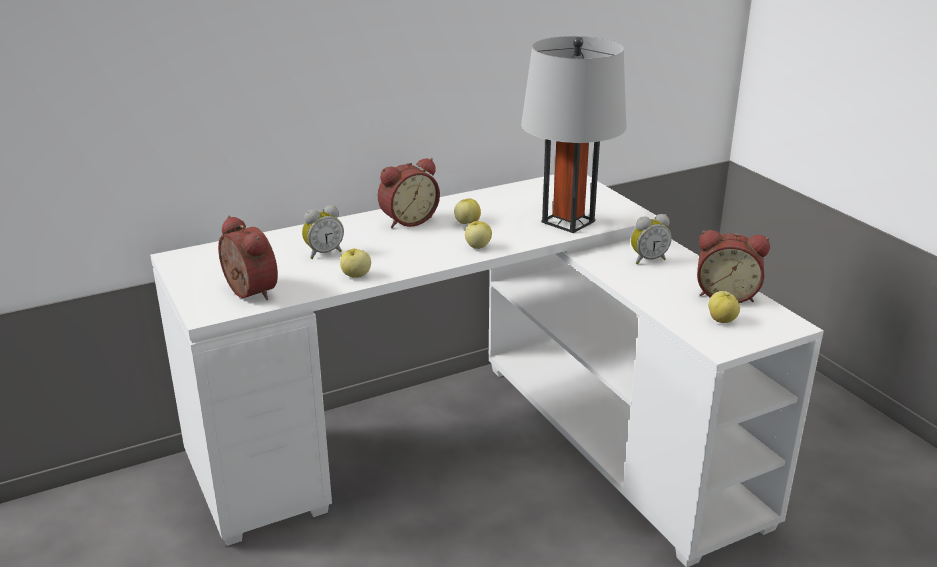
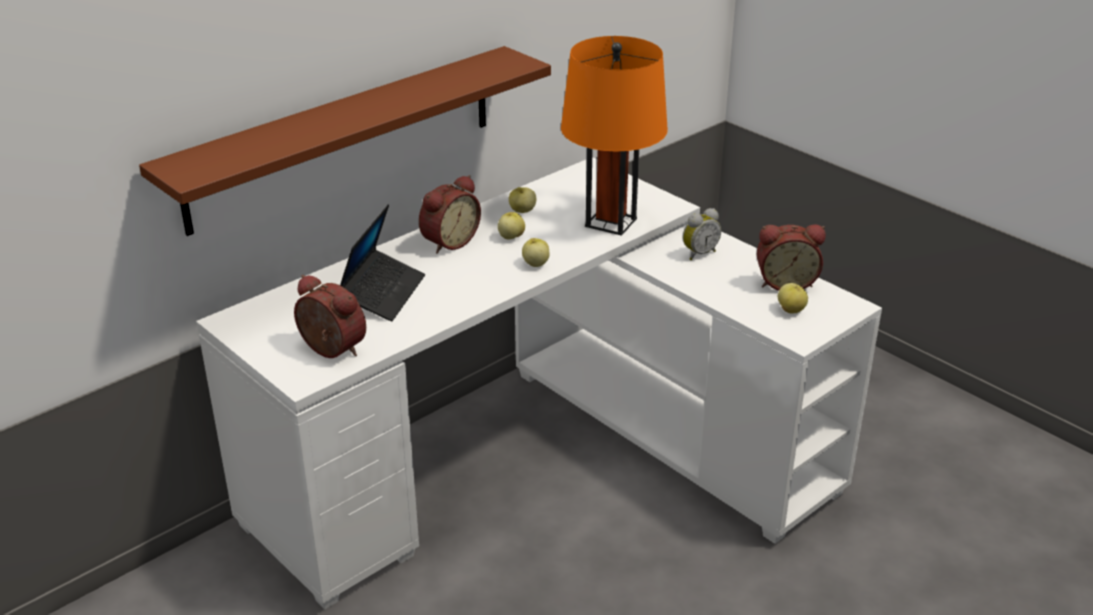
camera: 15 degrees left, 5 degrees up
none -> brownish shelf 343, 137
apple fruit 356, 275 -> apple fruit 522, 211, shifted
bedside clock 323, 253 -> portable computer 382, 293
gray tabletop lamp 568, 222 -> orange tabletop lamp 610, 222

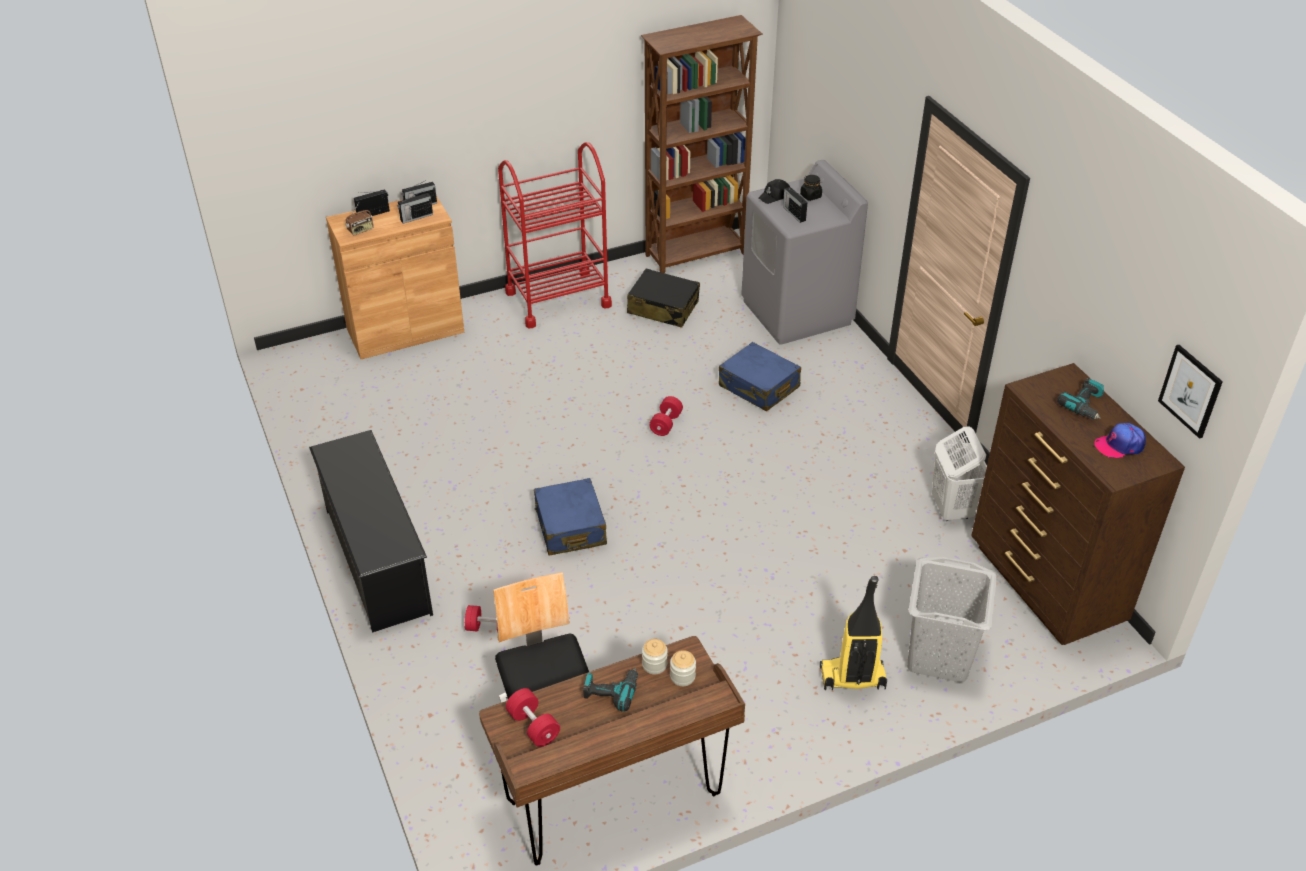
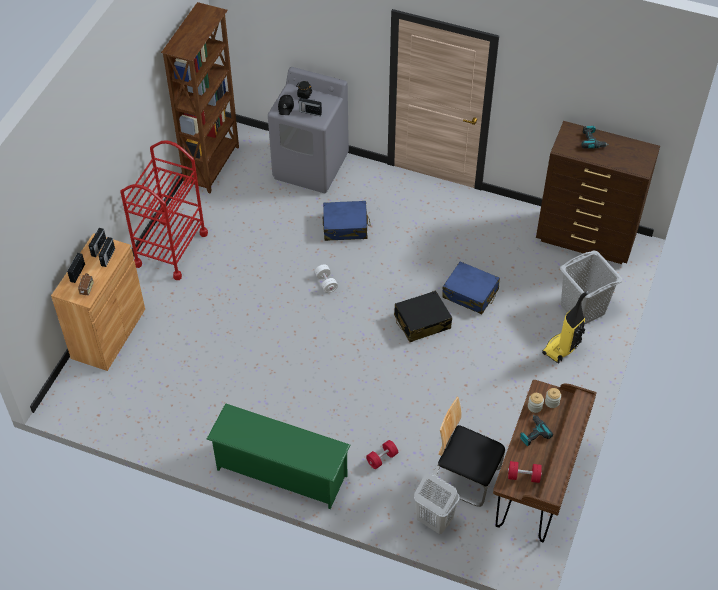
camera: 45 degrees left, 10 degrees up
baseball cap 1119, 445 -> none
wall picture 1190, 391 -> none
blue-coloured piece of luggage 570, 527 -> blue-coloured piece of luggage 470, 293, shifted
black-coloured piece of luggage 663, 308 -> black-coloured piece of luggage 422, 322, shifted
white-coloured hamper 951, 509 -> white-coloured hamper 433, 520, shifted
black-coloured shoe stand 377, 560 -> green shoe stand 281, 472
red free weight 666, 424 -> white-coloured free weight 326, 283

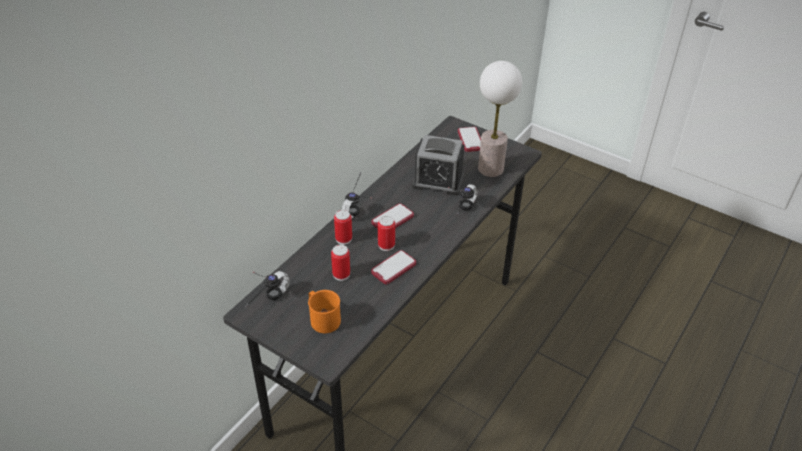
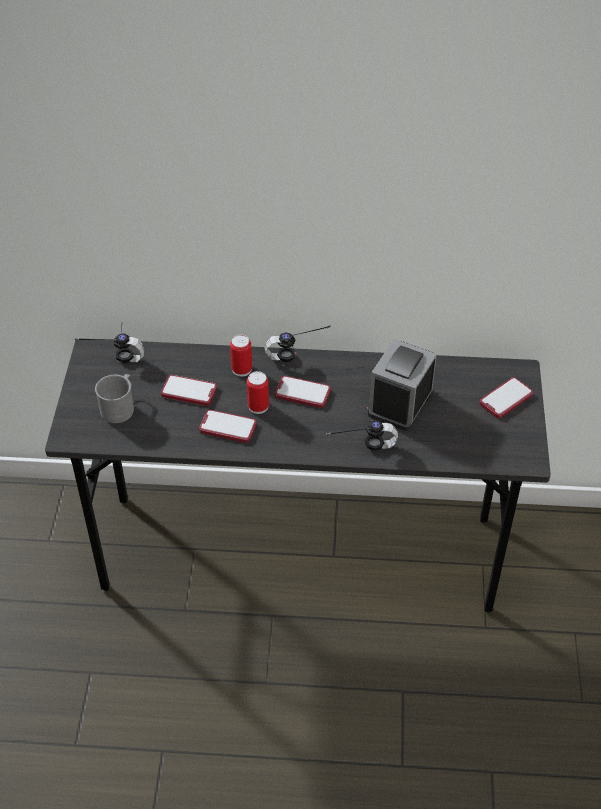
camera: 60 degrees right, 5 degrees up
tabletop lamp 491, 169 -> none
sealed can 341, 274 -> telephone 189, 392
orange mug 322, 318 -> gray mug 120, 406
bedside clock 438, 181 -> bedside clock 400, 402, 45 degrees clockwise

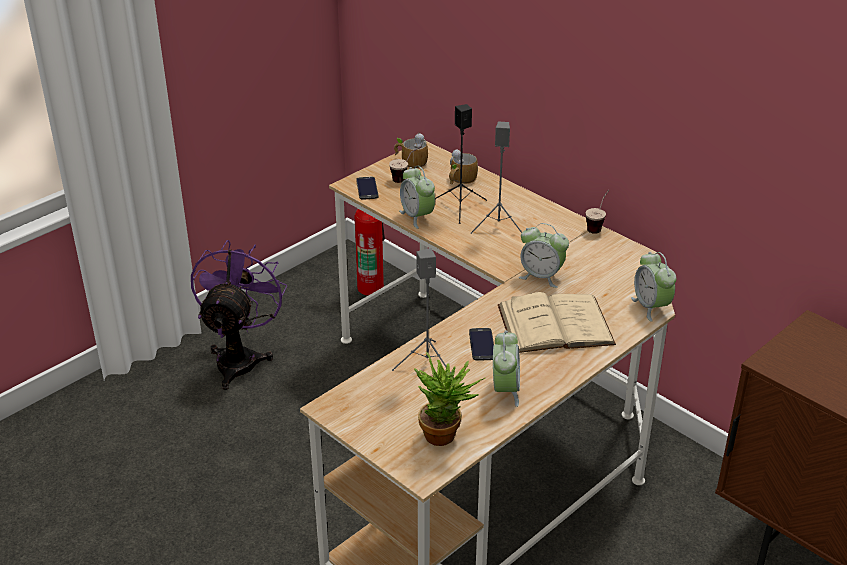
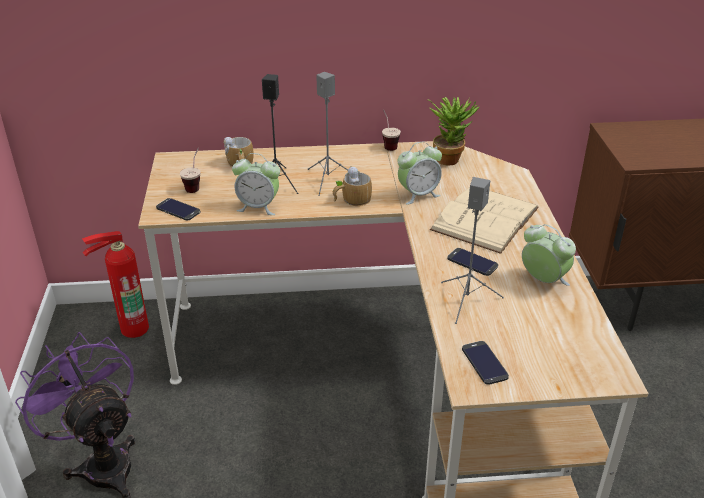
camera: 50 degrees left, 0 degrees up
bedside clock 651, 307 -> none
none -> telephone 484, 363
mug 410, 161 -> mug 351, 200, shifted
houseplant 446, 436 -> houseplant 450, 158, shifted

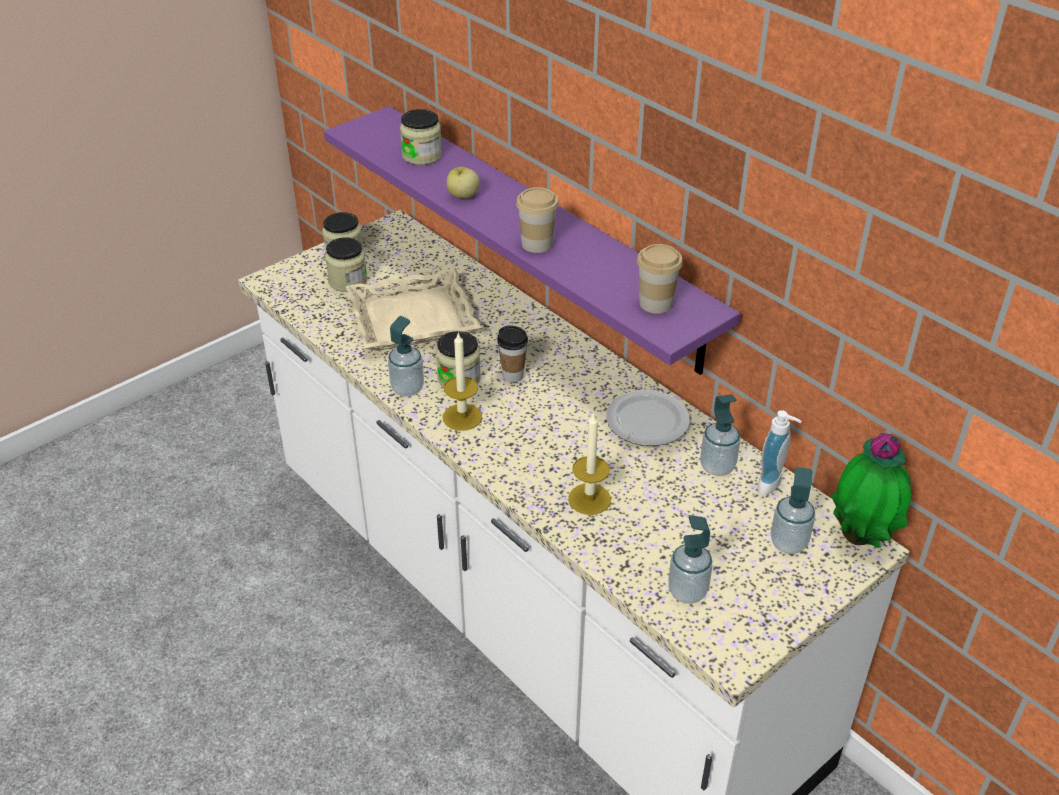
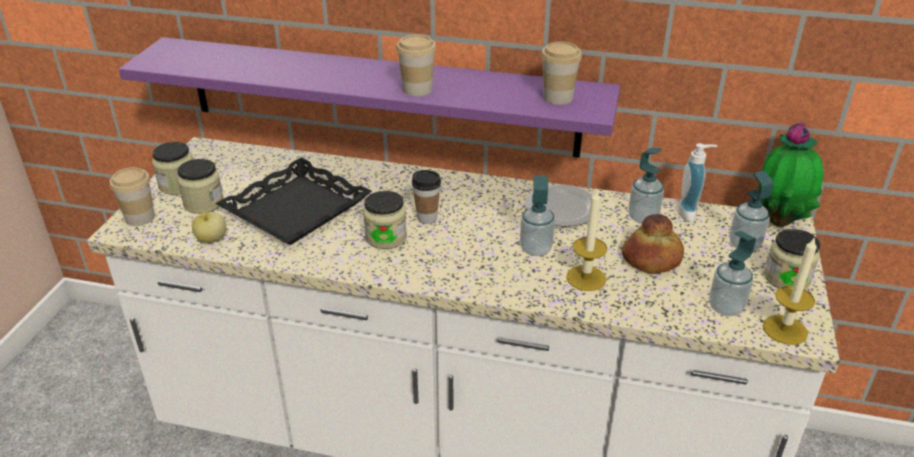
camera: 35 degrees left, 5 degrees down
none -> cup 140, 218
none -> bread 652, 259
soap dispenser 407, 388 -> soap dispenser 535, 249, shifted
storage jar 422, 156 -> storage jar 786, 278, shifted
wax light 462, 417 -> wax light 785, 329, shifted
apple fruit 463, 196 -> apple fruit 211, 239, shifted
beige-coloured tray 413, 319 -> black-coloured tray 296, 210

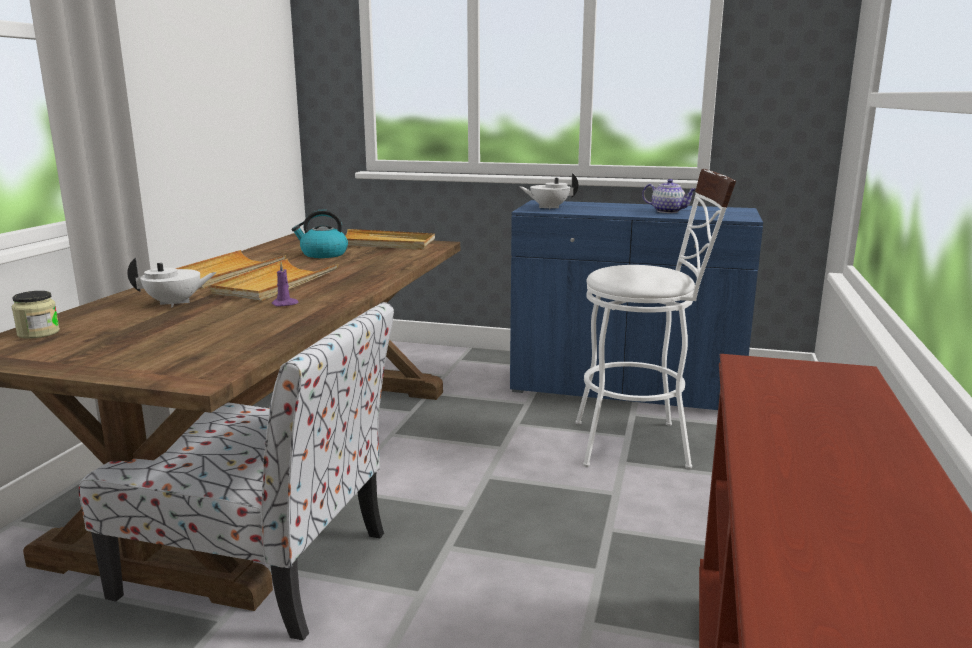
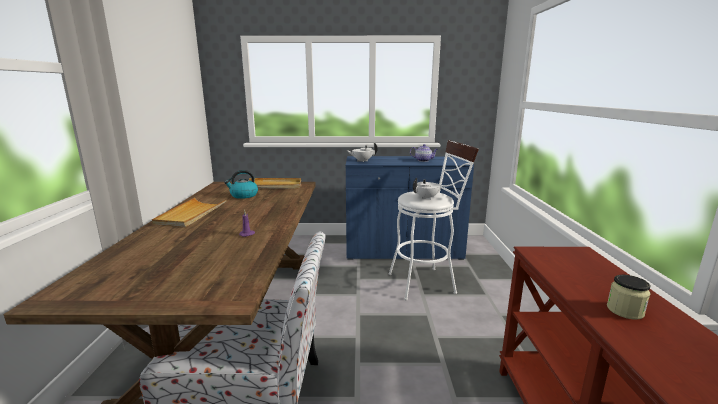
camera: 15 degrees left, 0 degrees up
beige-coloured tray 276, 284 -> none
storage jar 38, 333 -> storage jar 625, 310, shifted
white-coloured tea pot 175, 303 -> white-coloured tea pot 427, 198, shifted

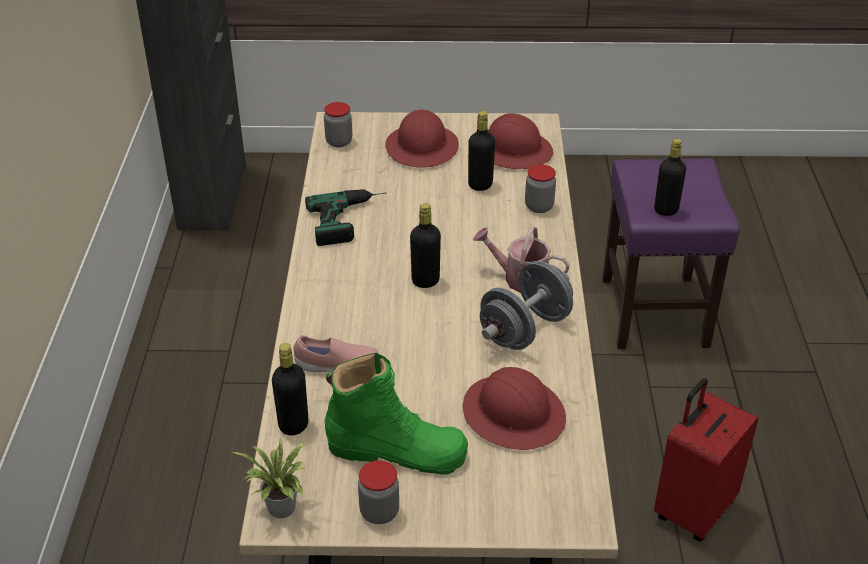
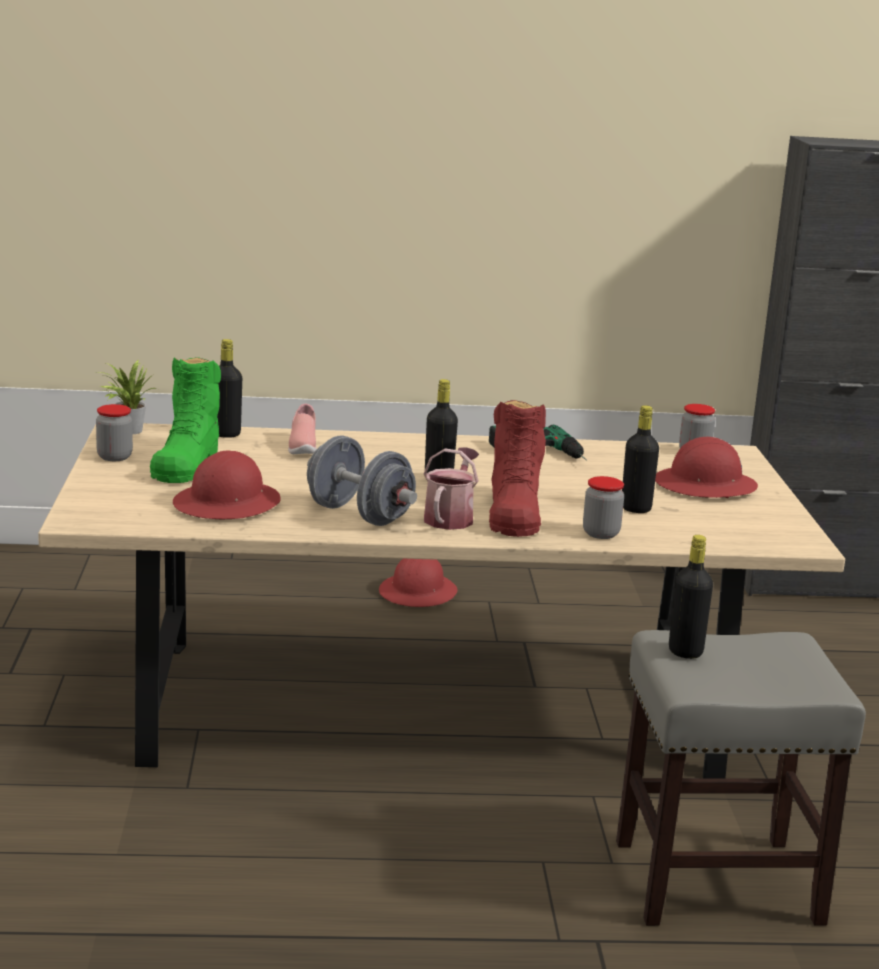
camera: 85 degrees right, 20 degrees down
red piece of luggage 692, 510 -> none
none -> red high-top boot 513, 513
red hard hat 513, 150 -> red hard hat 418, 593, shifted
purple-coloured stool 655, 313 -> gray stool 714, 882

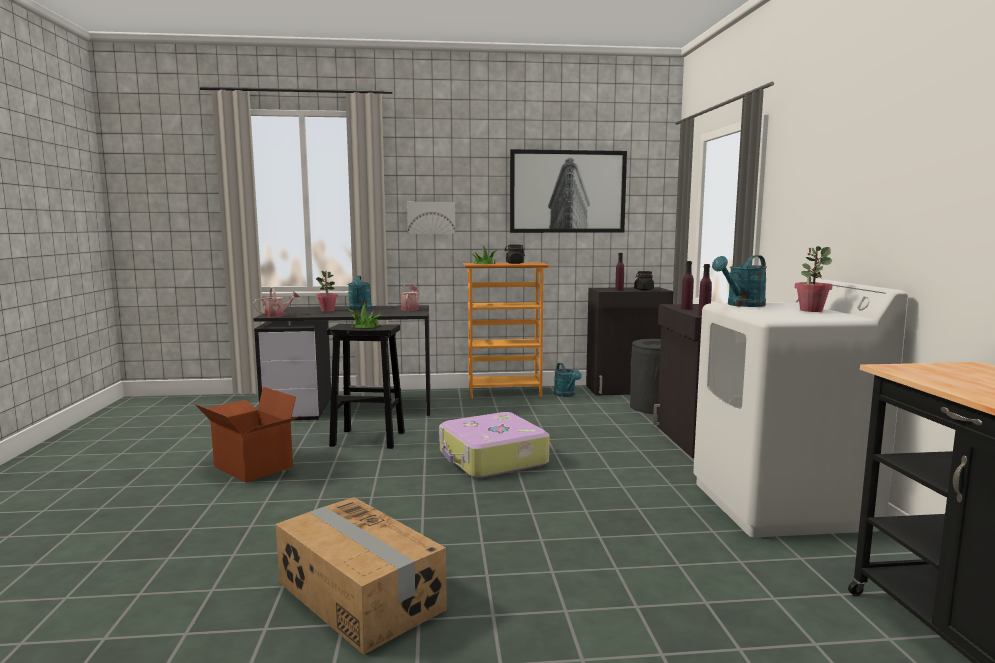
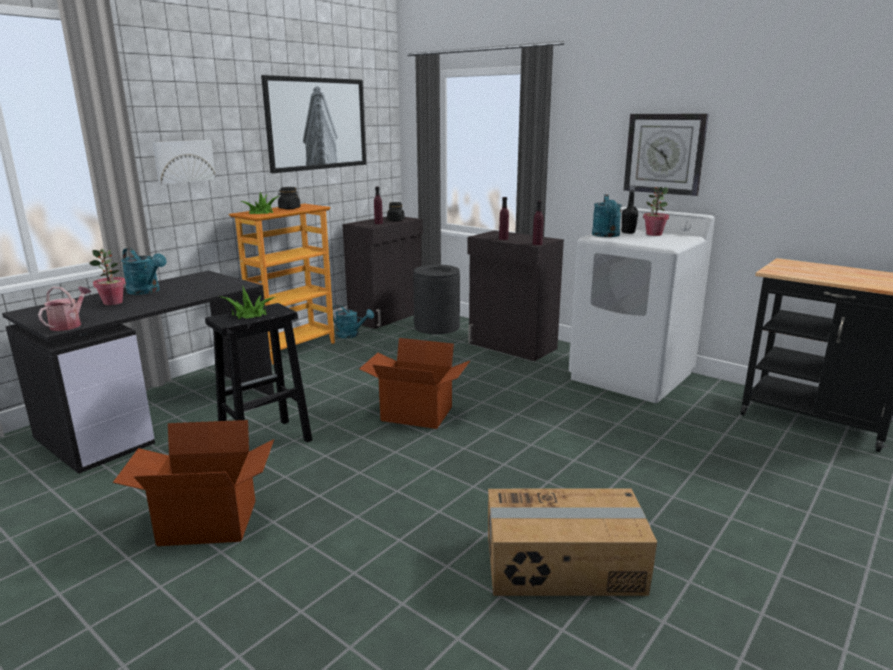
camera: 45 degrees left, 10 degrees up
watering can 410, 309 -> none
none -> black-coloured drink bottle 628, 232
none -> hanging clock 664, 154
piece of luggage 492, 459 -> carton 416, 414

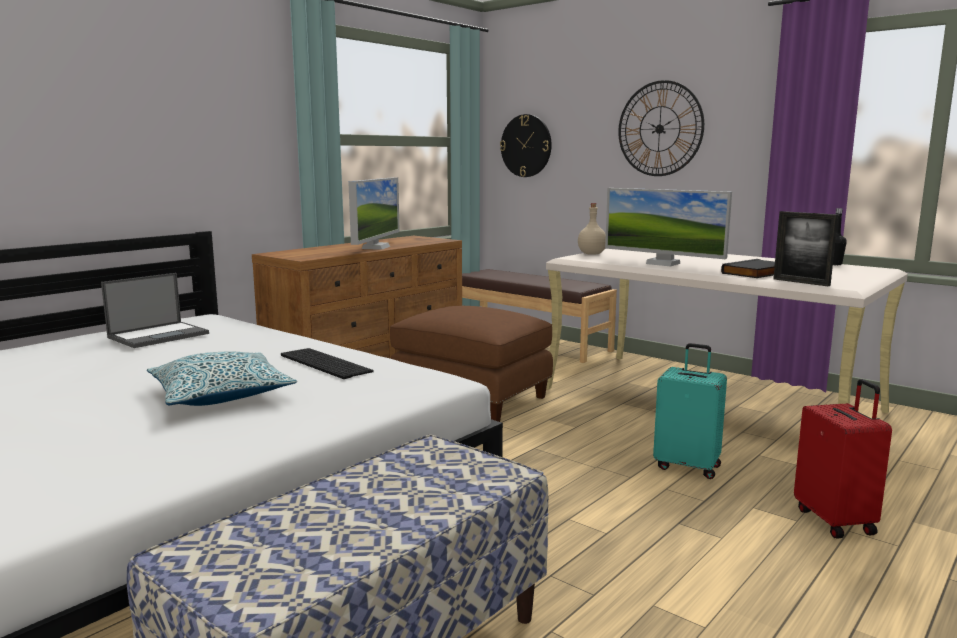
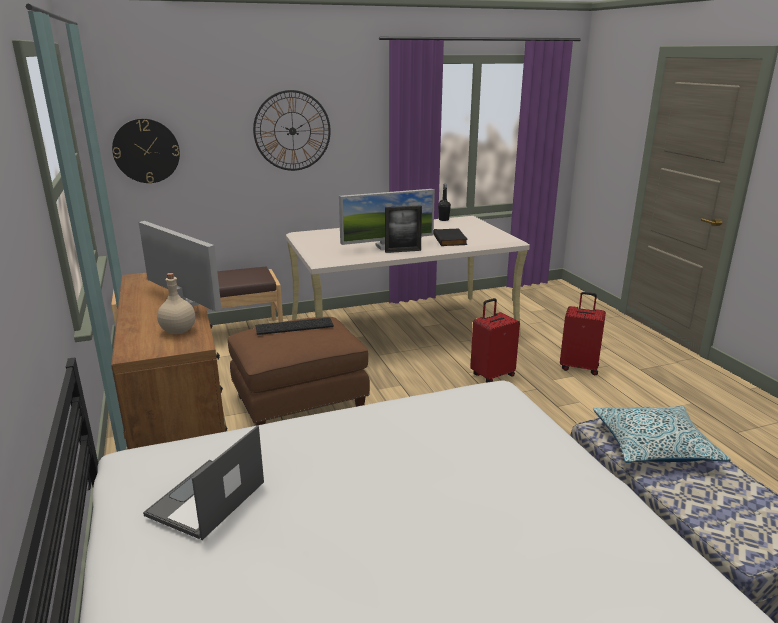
camera: 60 degrees left, 10 degrees up
pillow 221, 395 -> pillow 654, 446, shifted
computer keyboard 322, 363 -> computer keyboard 293, 327, shifted
beige-coloured drink bottle 591, 254 -> beige-coloured drink bottle 178, 331, shifted
photo frame 801, 282 -> photo frame 403, 251, shifted
turquoise piece of luggage 688, 466 -> red piece of luggage 492, 375
portable computer 159, 335 -> portable computer 206, 499, 135 degrees counterclockwise

